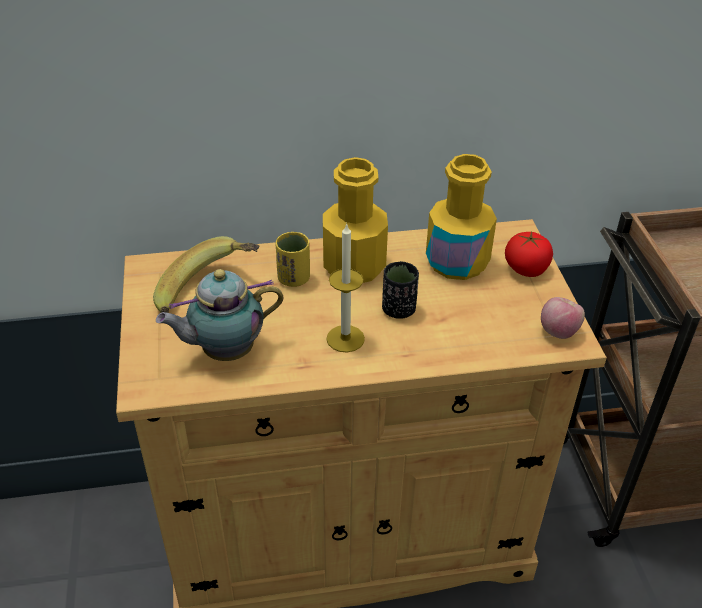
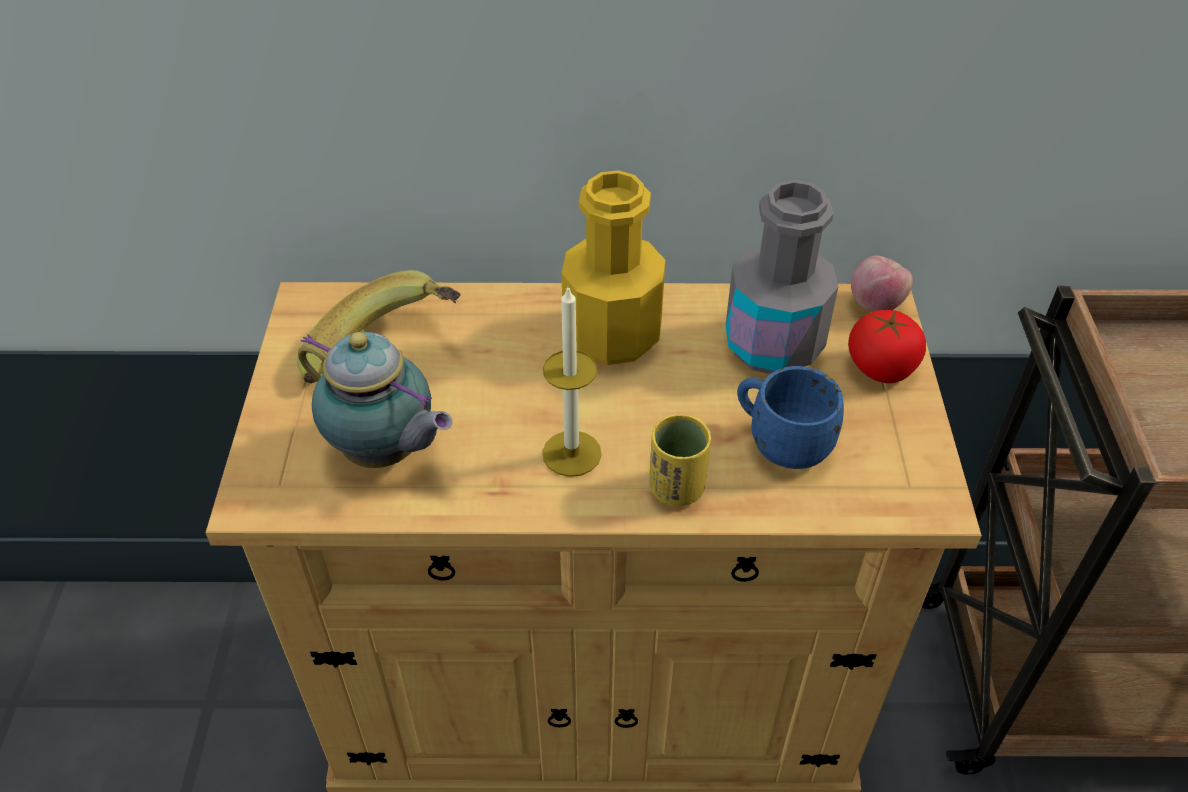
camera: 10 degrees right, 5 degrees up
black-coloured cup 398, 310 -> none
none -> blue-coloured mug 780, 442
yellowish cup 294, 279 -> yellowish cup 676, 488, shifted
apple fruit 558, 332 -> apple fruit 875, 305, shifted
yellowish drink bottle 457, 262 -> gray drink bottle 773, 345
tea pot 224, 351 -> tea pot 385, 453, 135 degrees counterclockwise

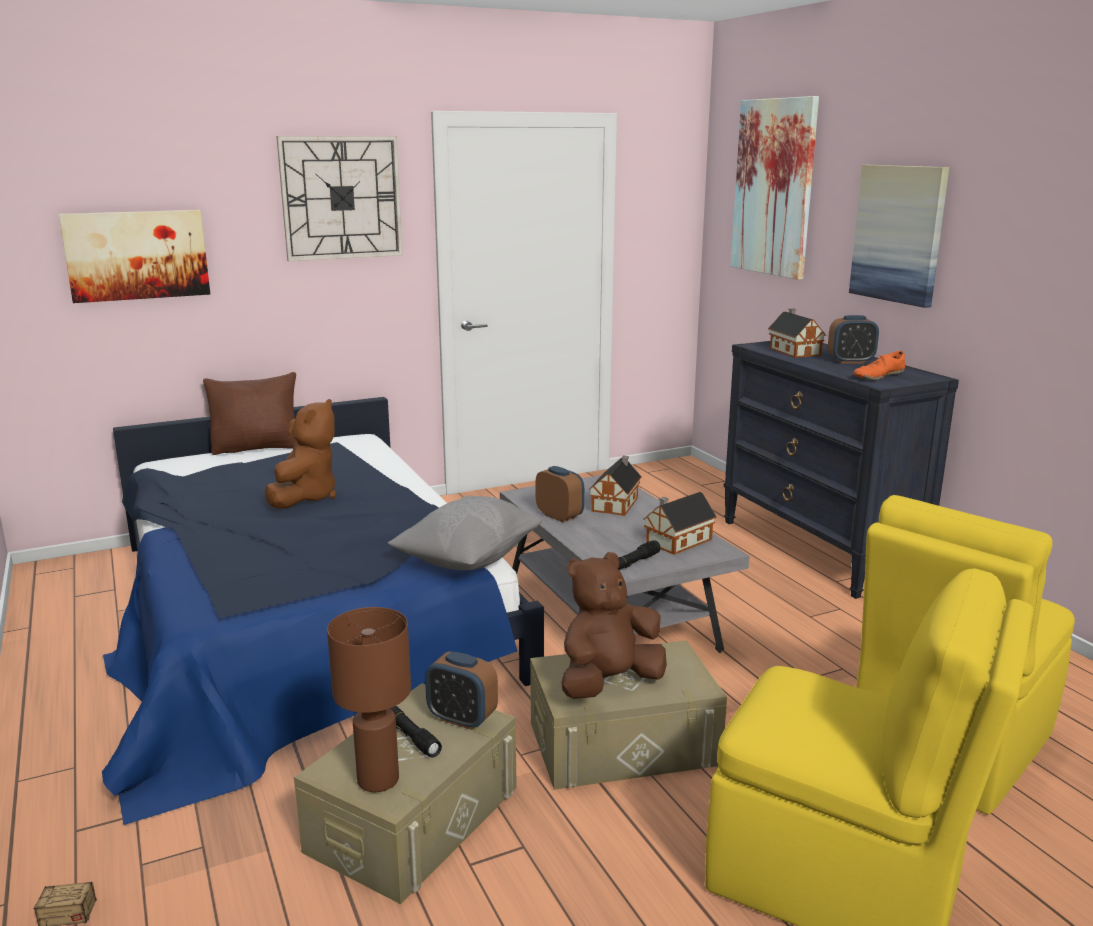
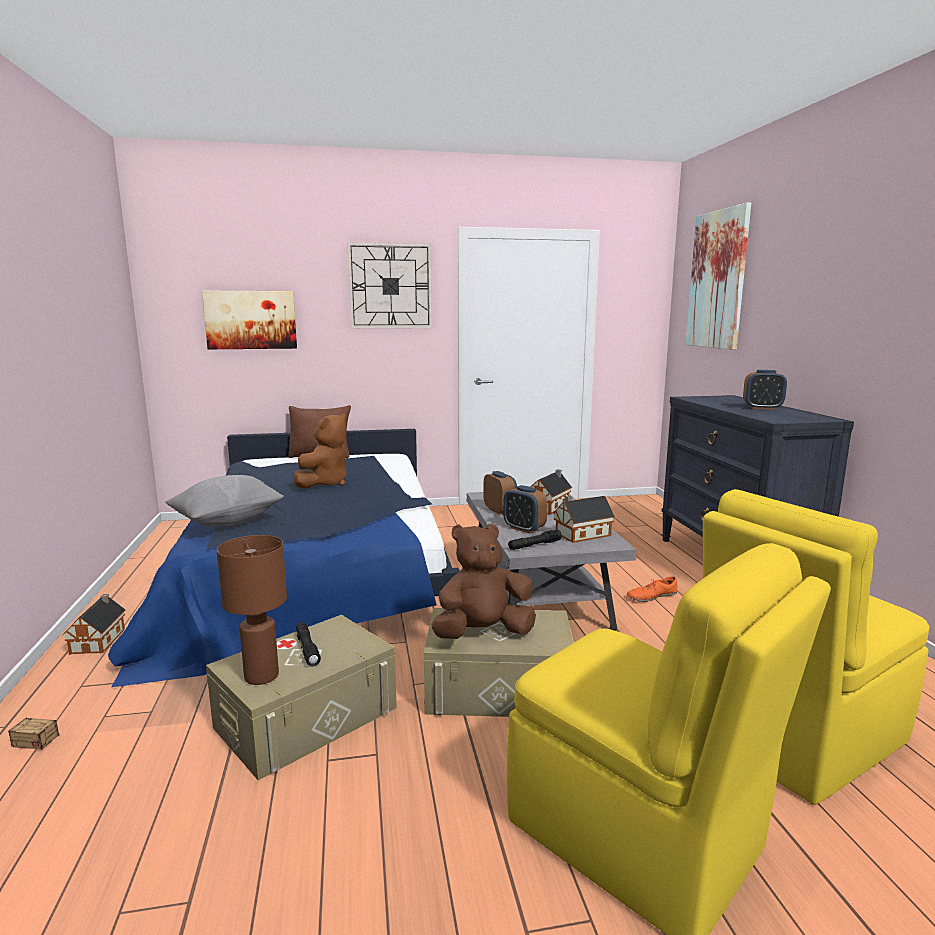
camera: 15 degrees right, 5 degrees down
wall picture 899, 234 -> none
gray pillow 468, 560 -> gray pillow 228, 522, shifted
bedside clock 462, 718 -> bedside clock 524, 528, shifted
toy house 794, 351 -> toy house 99, 640, shifted
orange low shoe 878, 376 -> orange low shoe 651, 596, shifted

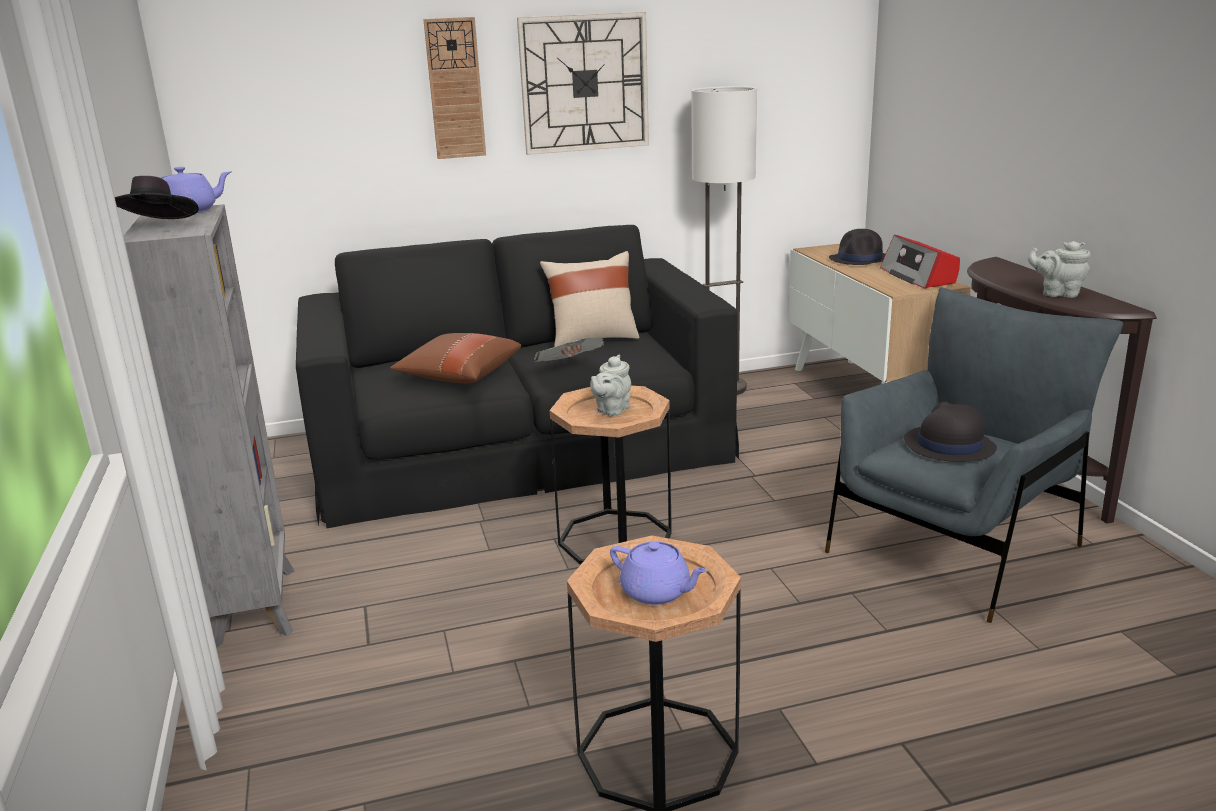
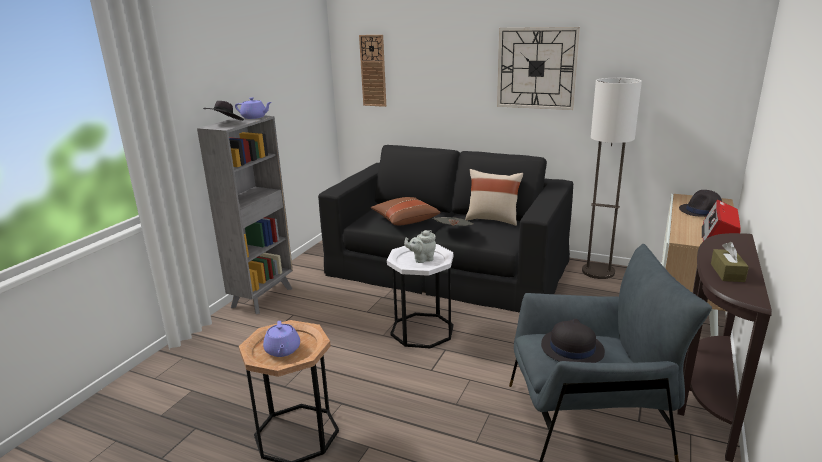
camera: 40 degrees right, 0 degrees up
hanging clock 455, 89 -> hanging clock 373, 71, shifted
gray tea pot 1057, 293 -> brownish tissue holder 727, 272
brownish accent table 615, 539 -> white-coloured accent table 422, 330

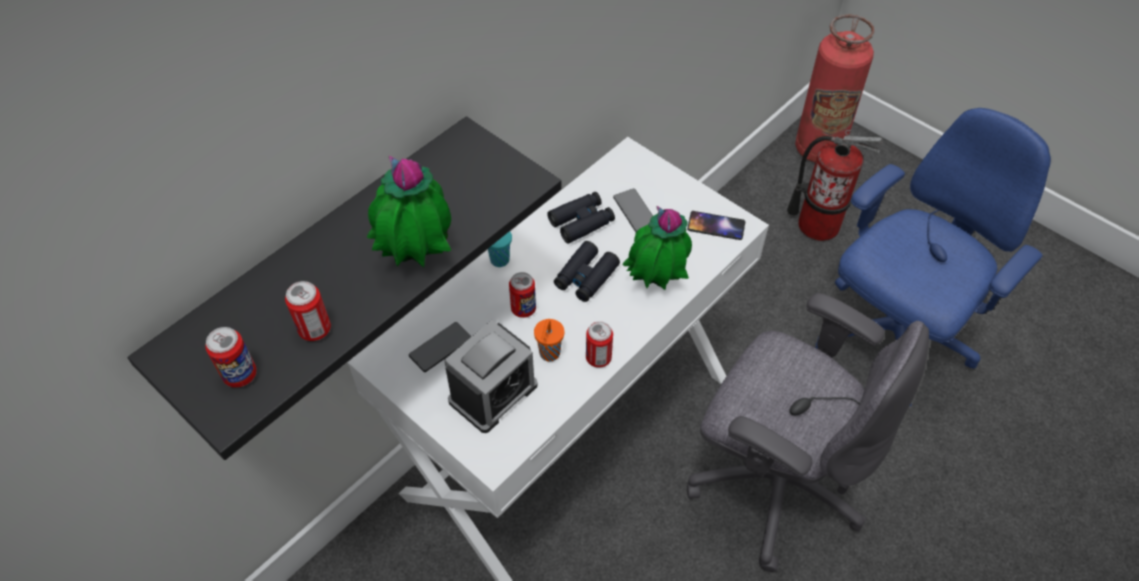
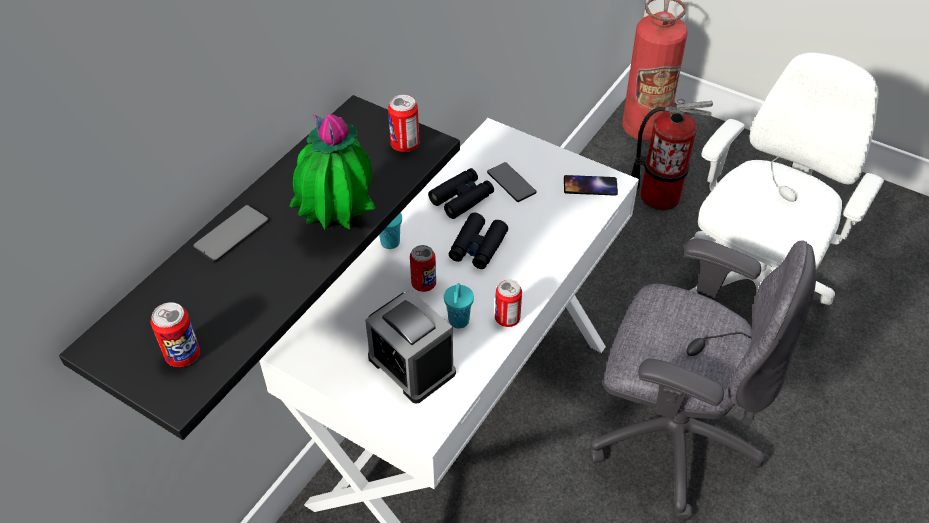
camera: 10 degrees left, 5 degrees down
houseplant 655, 284 -> none
sealed can 315, 329 -> sealed can 405, 145, shifted
telephone 440, 347 -> telephone 231, 234, shifted
orange cup 549, 354 -> turquoise cup 458, 322
blue-coloured office chair 889, 340 -> white-coloured office chair 748, 290
bedside clock 493, 393 -> bedside clock 411, 365, 105 degrees clockwise

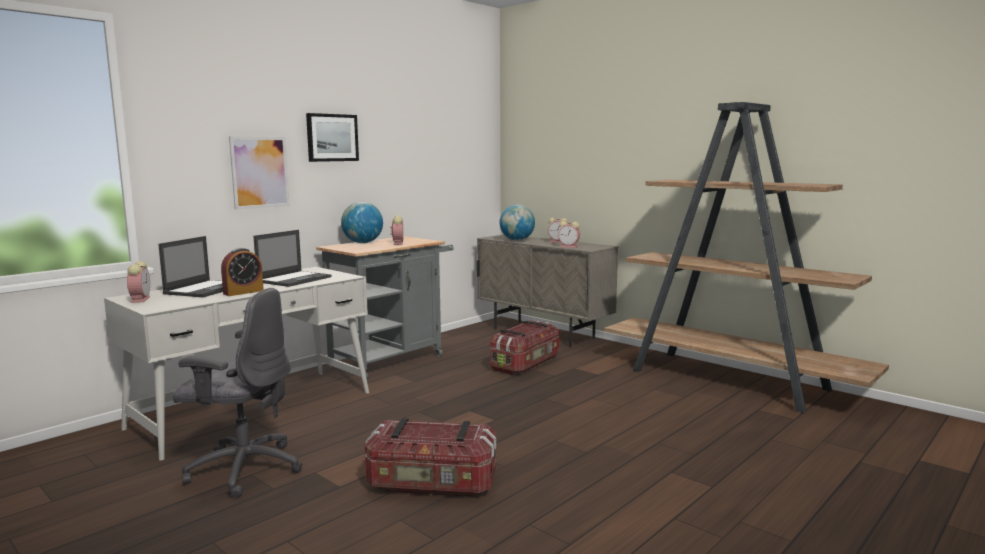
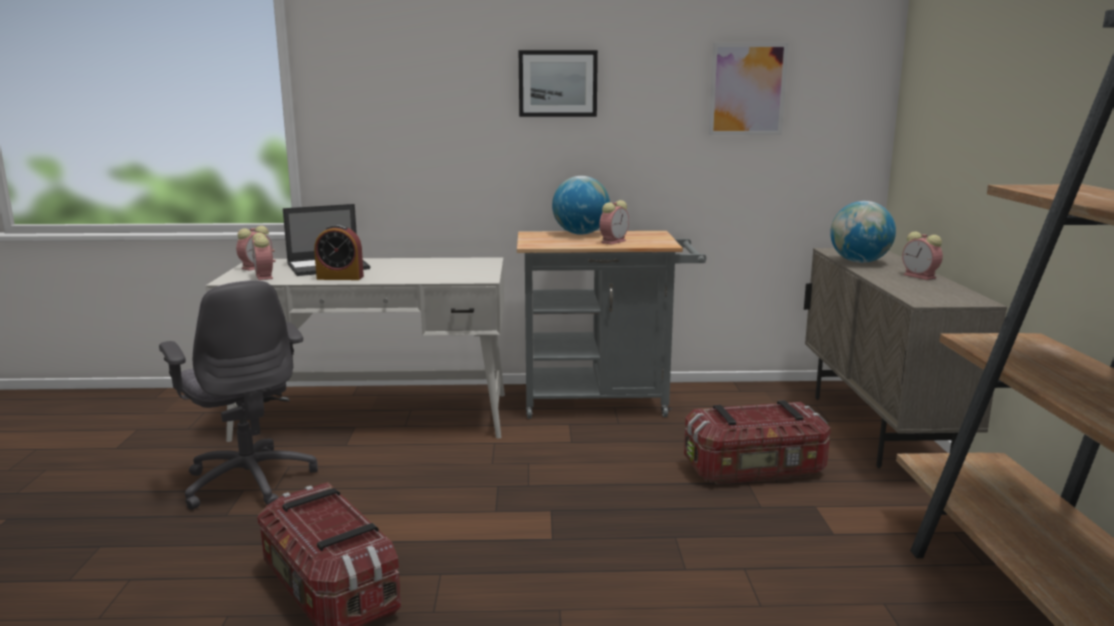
camera: 45 degrees right, 5 degrees up
portable computer 295, 279 -> none
wall picture 260, 172 -> wall picture 747, 89, shifted
bedside clock 569, 246 -> bedside clock 265, 277, shifted

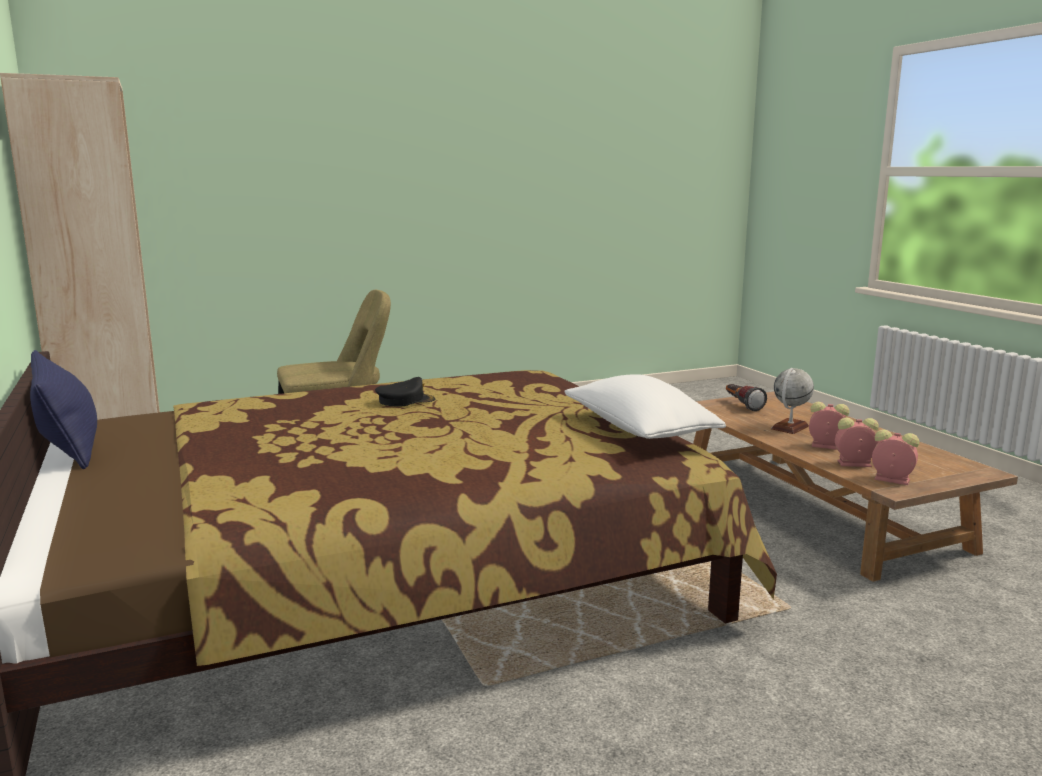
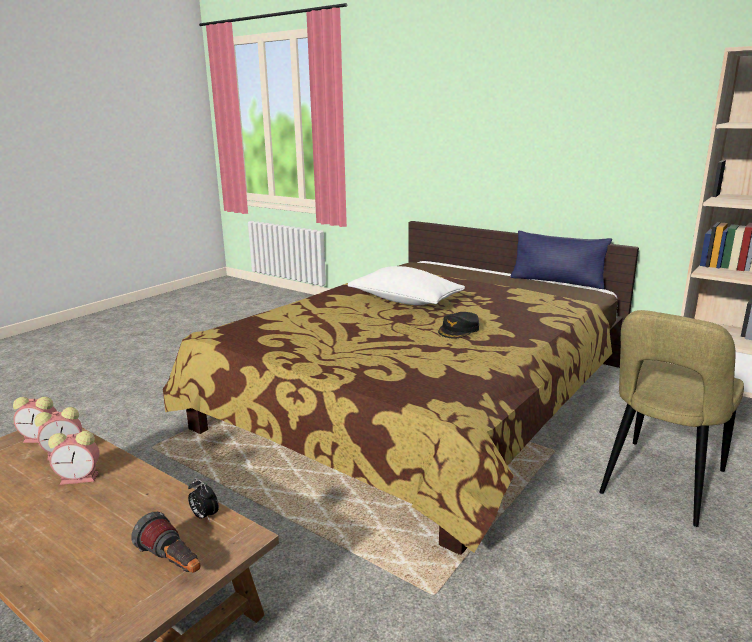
camera: 150 degrees right, 5 degrees up
world globe 790, 427 -> none
none -> bedside clock 204, 516
white-coloured pillow 638, 431 -> white-coloured pillow 405, 301, shifted

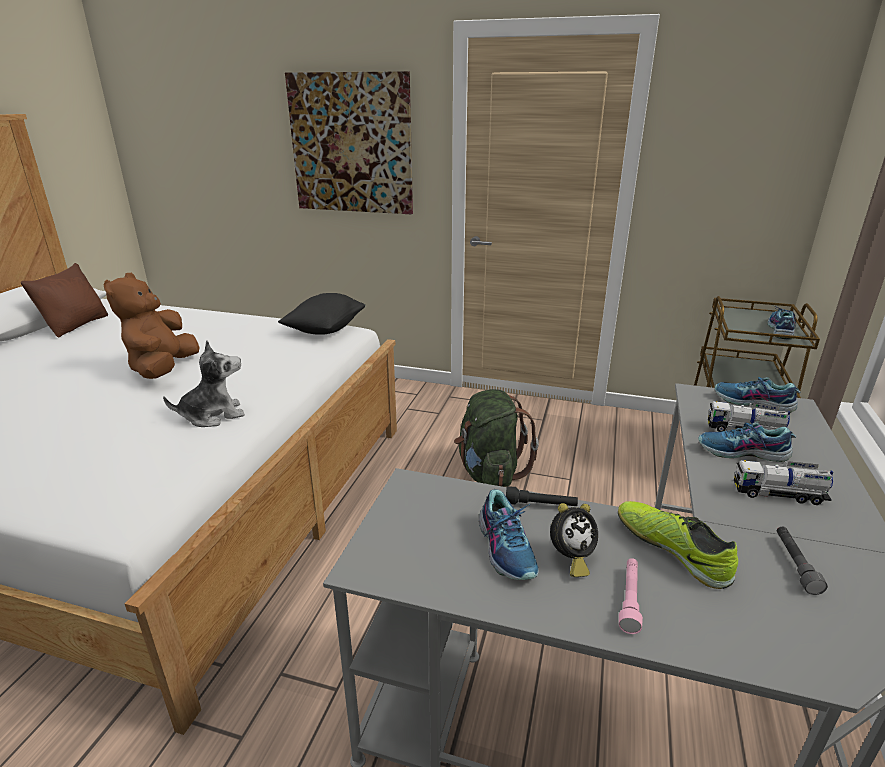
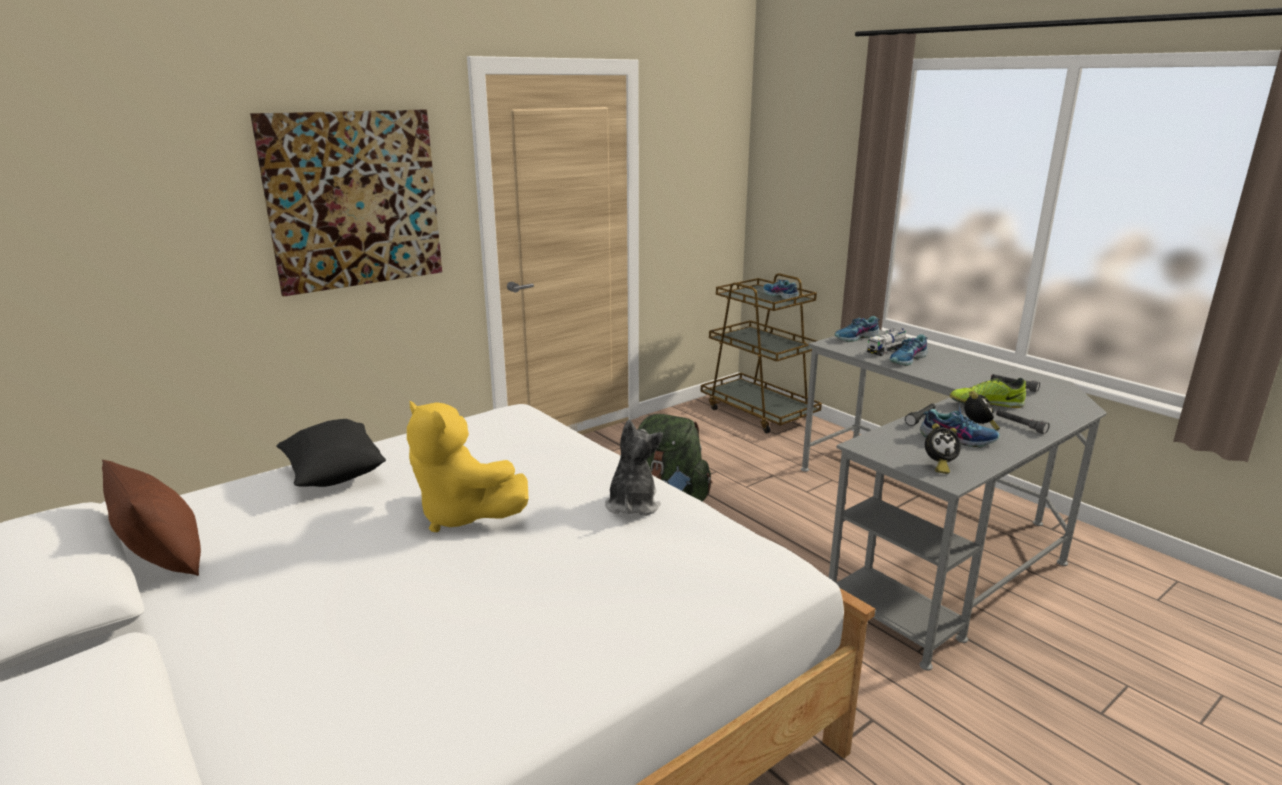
camera: 55 degrees left, 5 degrees down
model truck 778, 494 -> none
none -> bedside clock 938, 466
black-coloured pillow 325, 330 -> black-coloured pillow 334, 475, shifted
brownish soft toy 163, 369 -> yellowish soft toy 462, 515
pink torch 629, 600 -> gray torch 1020, 426

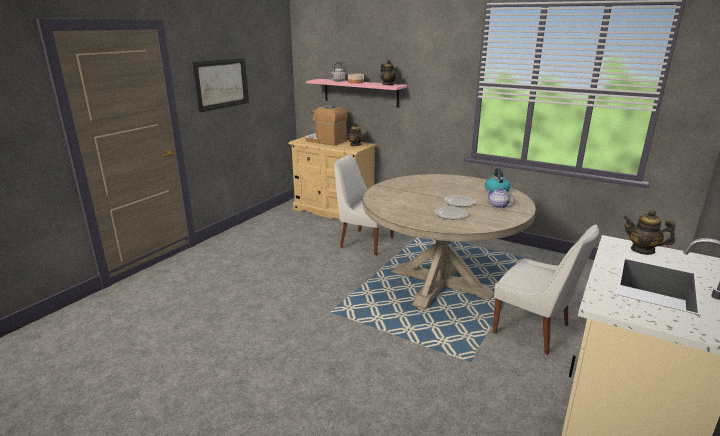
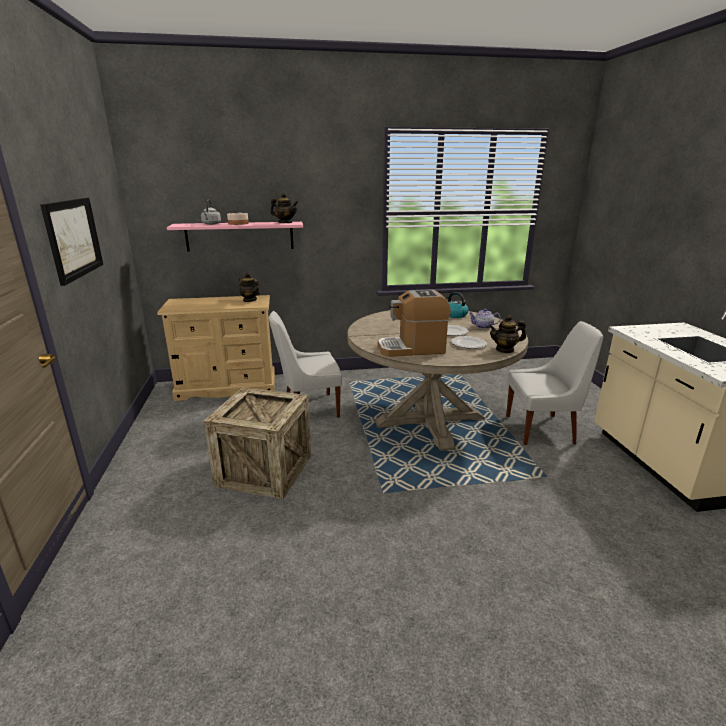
camera: 40 degrees left, 0 degrees up
none -> crate 264, 470
coffee maker 326, 141 -> coffee maker 412, 348, shifted
tea pot 643, 250 -> tea pot 505, 350, shifted

